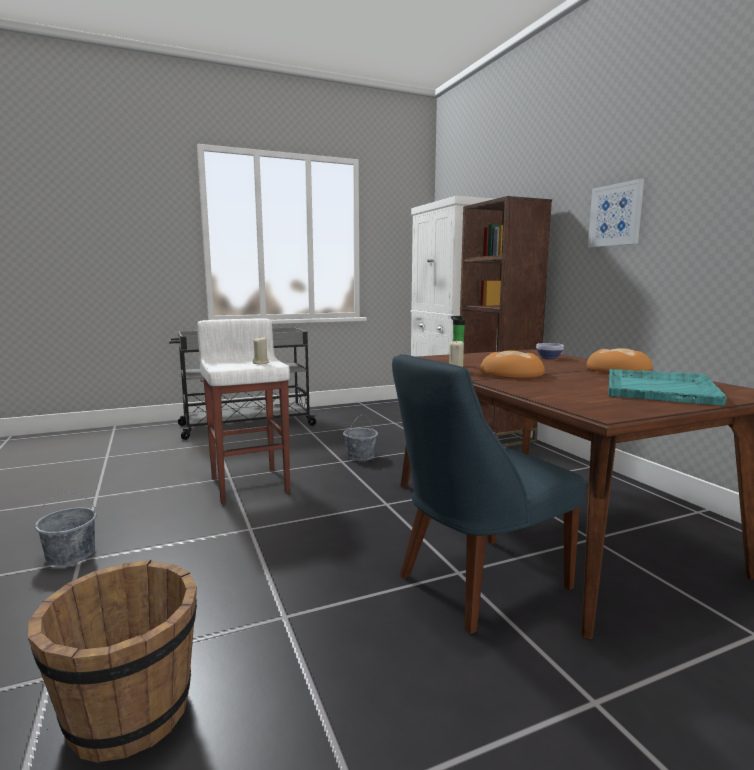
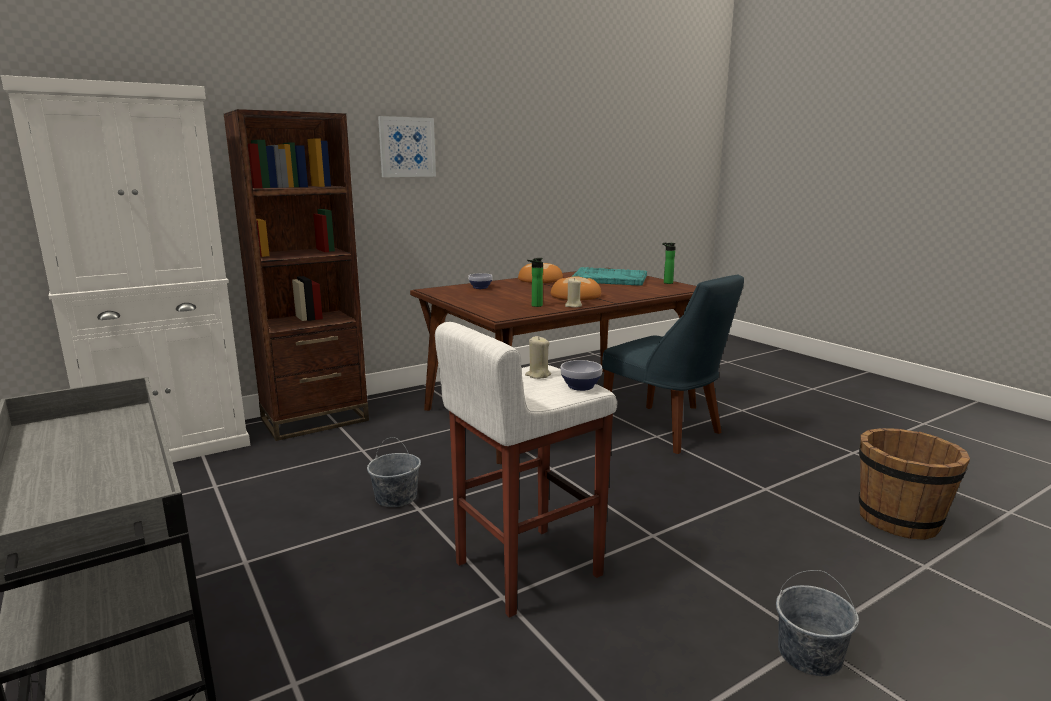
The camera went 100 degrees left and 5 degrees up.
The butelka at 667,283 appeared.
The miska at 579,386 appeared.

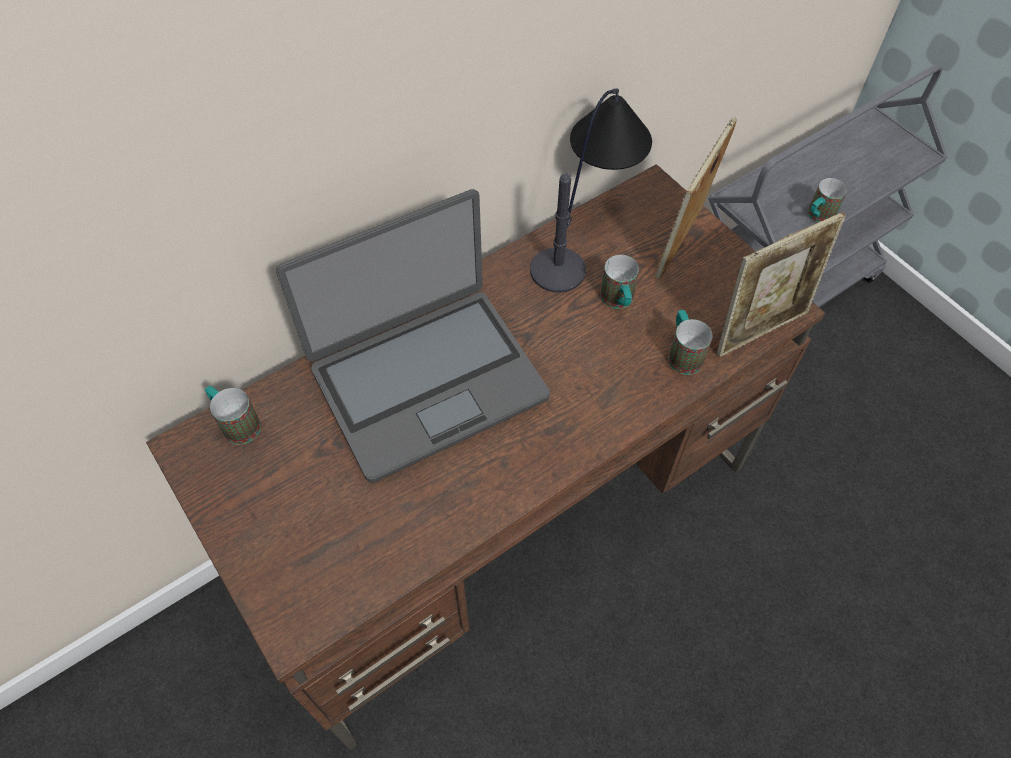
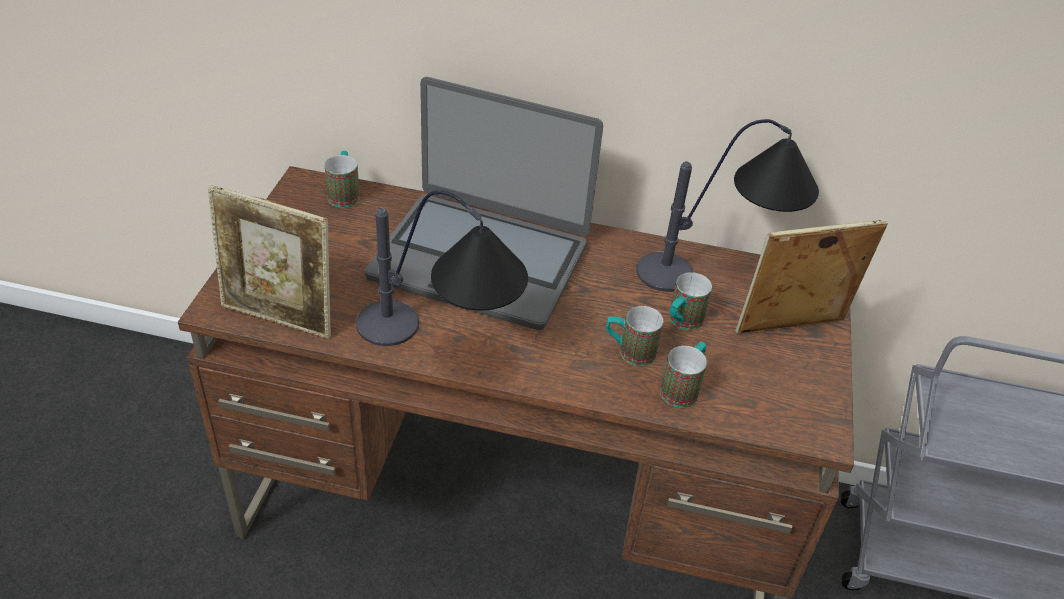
The camera went 45 degrees right and 15 degrees down.
The kubek moved from 817,217 to 629,351.
The ramka na zdjęcie moved from 760,329 to 280,318.
The lampa stołowa at 443,346 appeared.

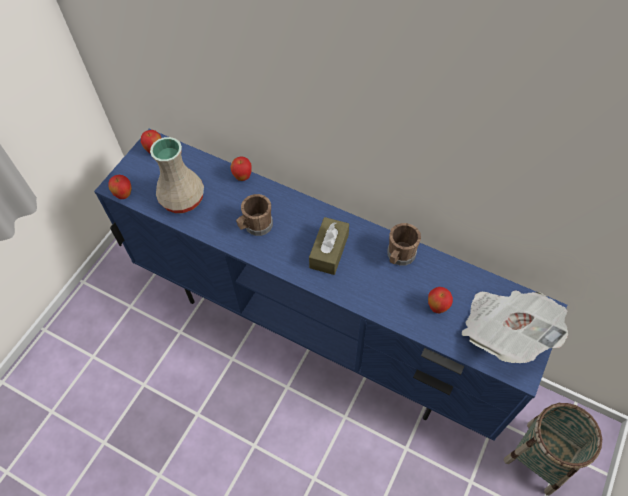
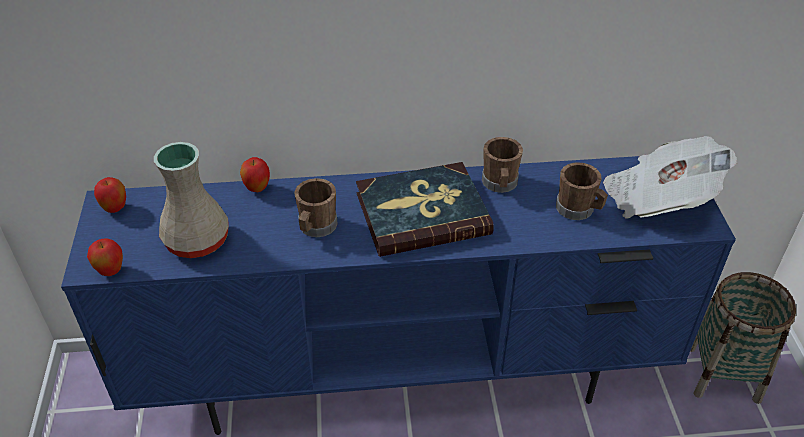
The camera went 35 degrees left and 15 degrees down.
The pudełko chusteczek [brązowy] at 329,251 was replaced by the książka at 422,213.
The jabłko at 437,307 was replaced by the kubek [brązowy] at 578,210.

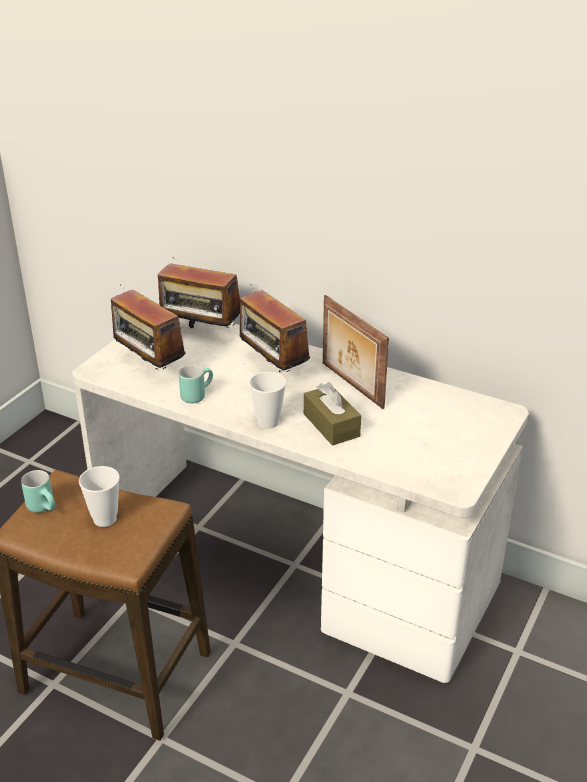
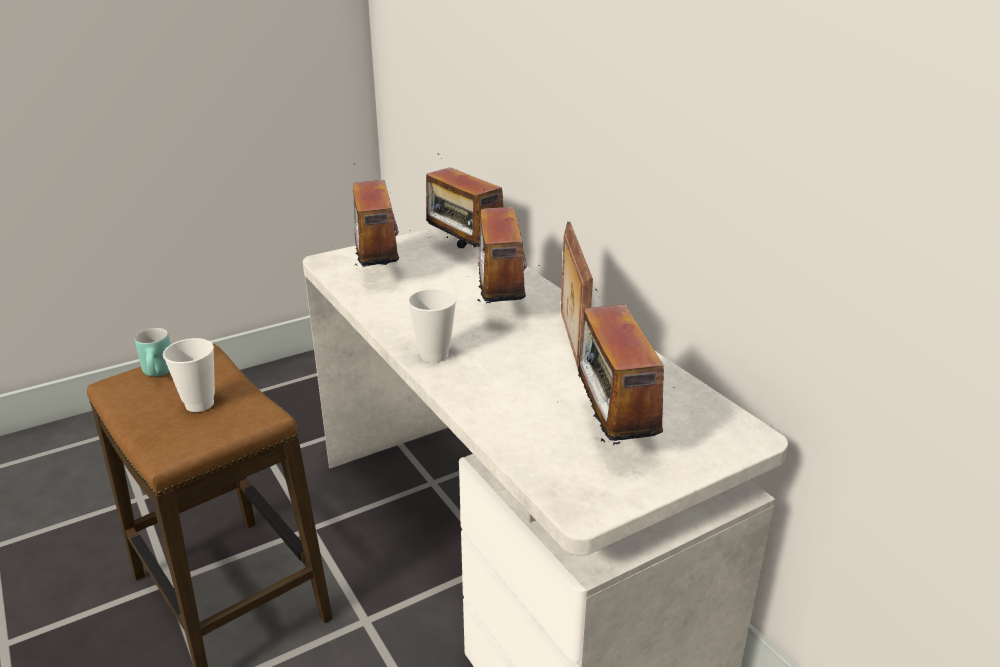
The camera went 30 degrees right and 5 degrees down.
The kubek [turkusowy] at 196,394 disappeared.
The pudełko chusteczek [brązowy] at 331,425 disappeared.
The radio at 612,434 appeared.

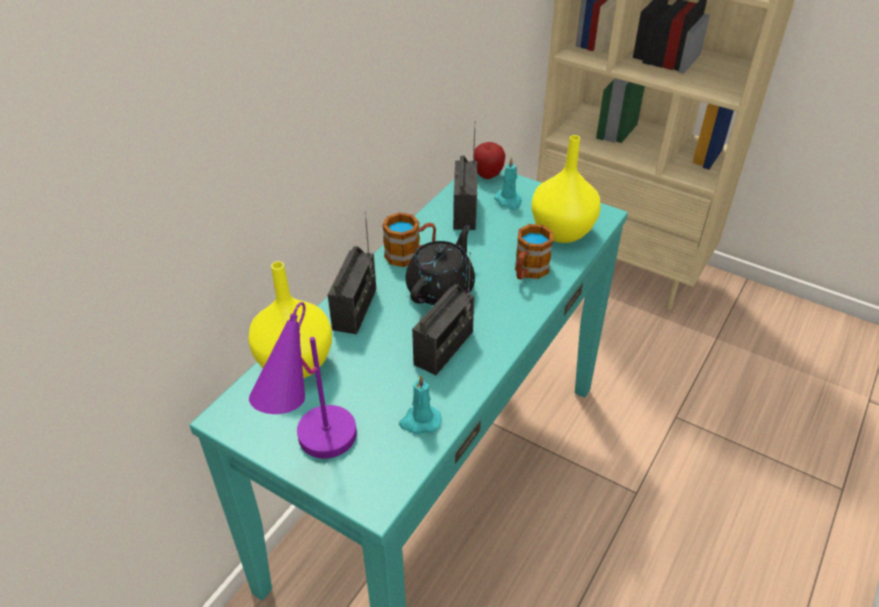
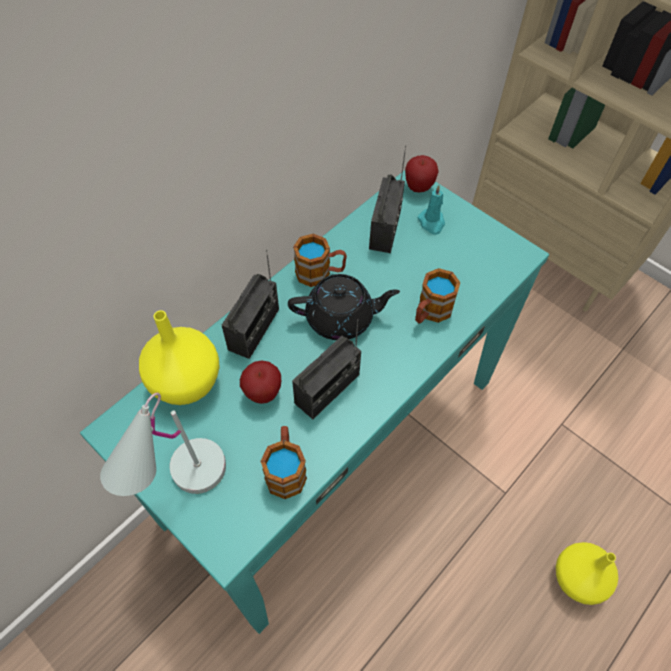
The camera went 10 degrees right and 15 degrees up.
The wazon [żółty] moved from 560,231 to 575,578.
The imbryk [czarny] at 441,288 turned 45 degrees clockwise.
The lampa stołowa [fioletowy] at 313,455 became the lampa stołowa [biały] at 181,487.
The świeca [turkusowy] at 420,421 was replaced by the kubek at 286,469.
The jabłko at 263,393 appeared.

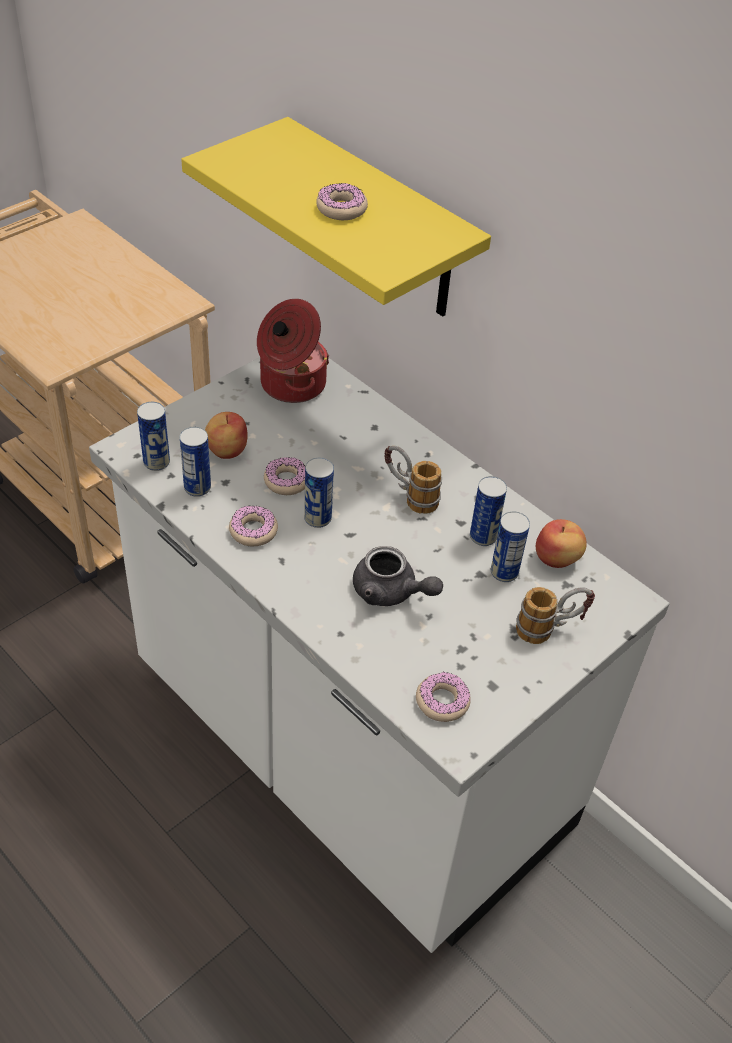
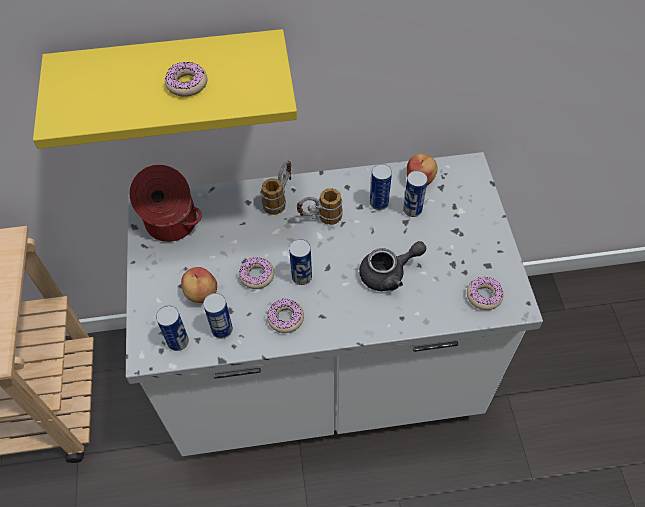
The camera went 50 degrees left and 10 degrees up.
The kubek moved from 550,629 to 279,198.

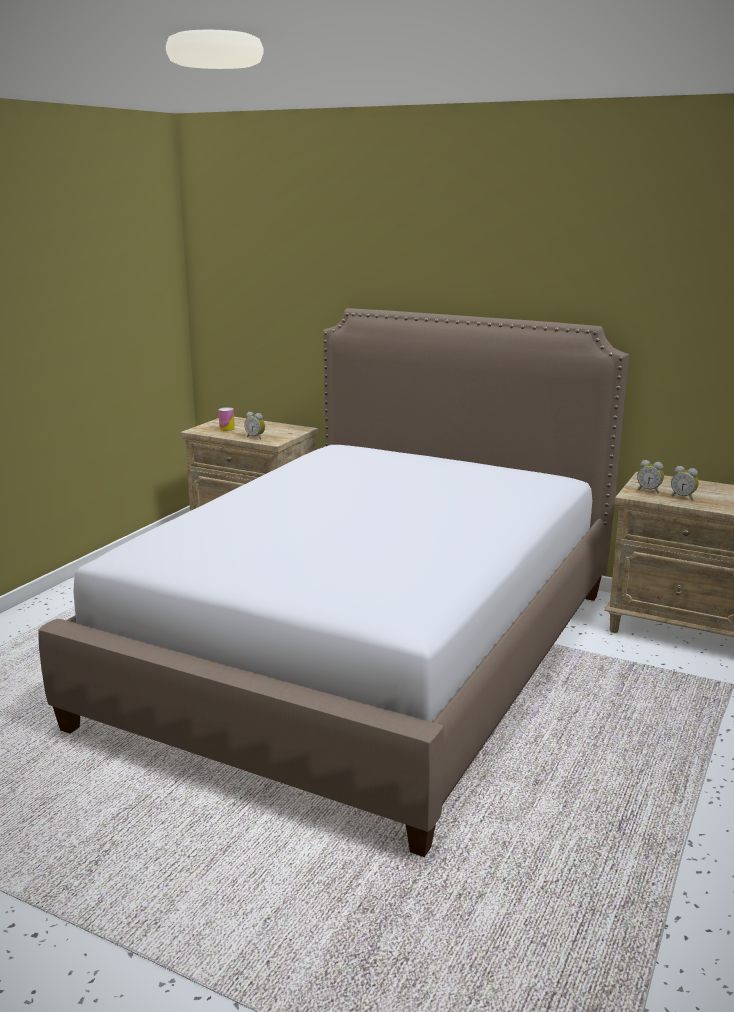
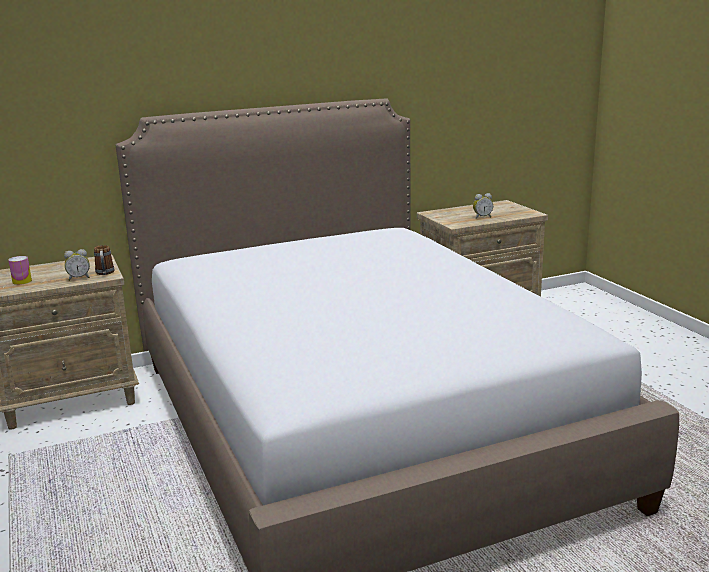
The camera went 50 degrees left and 0 degrees up.
The budzik at 649,490 disappeared.
The kubek at 105,273 appeared.

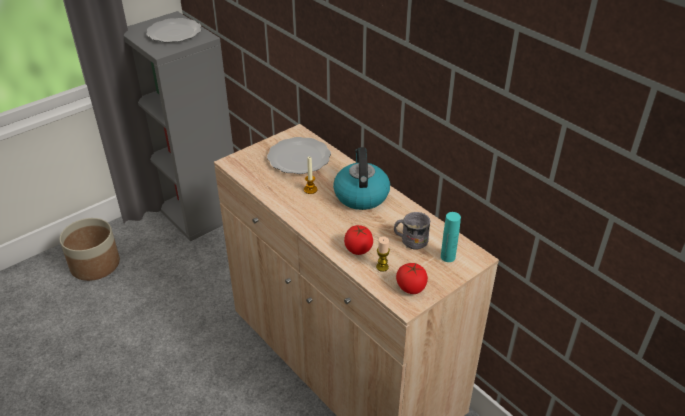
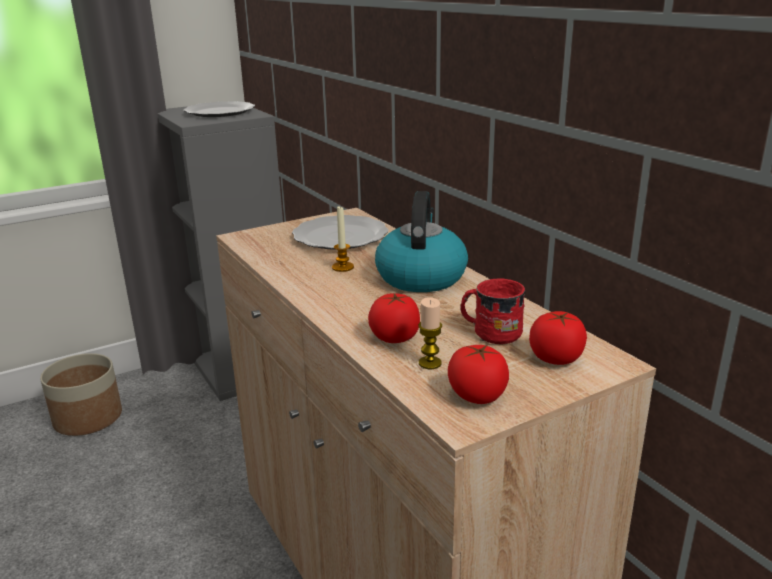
The camera went 10 degrees right and 15 degrees down.
The kubek [szary] at 410,240 became the kubek [czerwony] at 490,333.
The butelka [turkusowy] at 448,257 was replaced by the pomidor at 556,358.

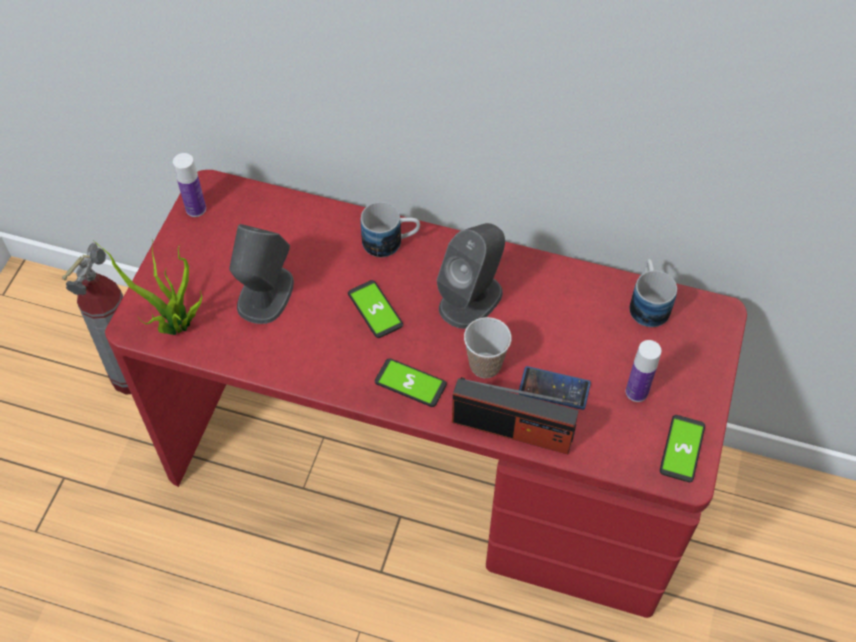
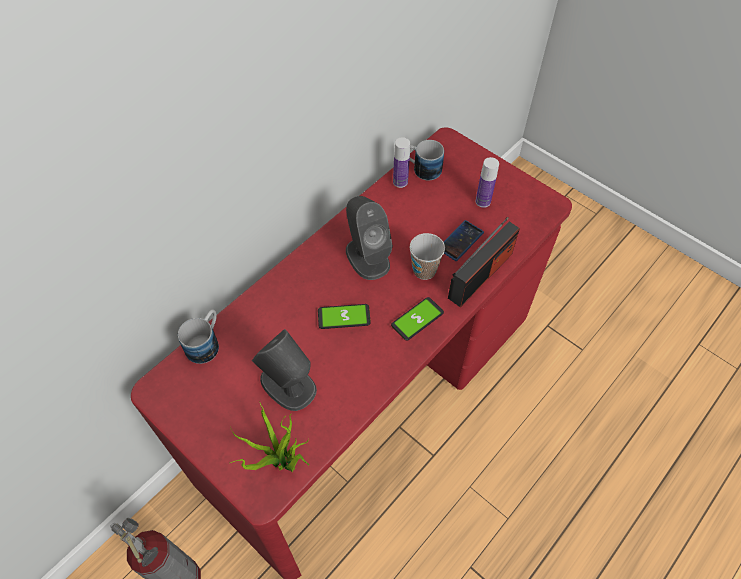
The camera went 65 degrees left and 0 degrees up.
The butelka moved from 196,209 to 400,182.
The kubek moved from 391,242 to 206,343.
The telefon at 682,449 disappeared.

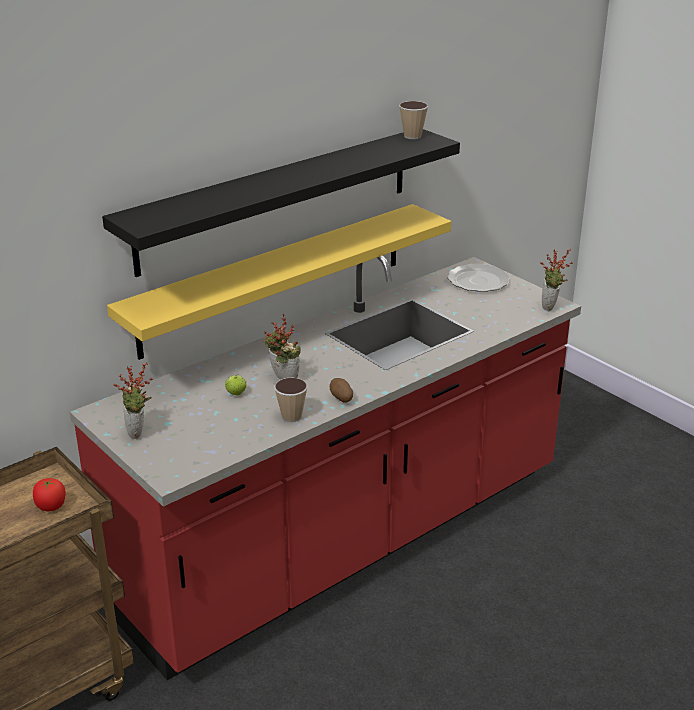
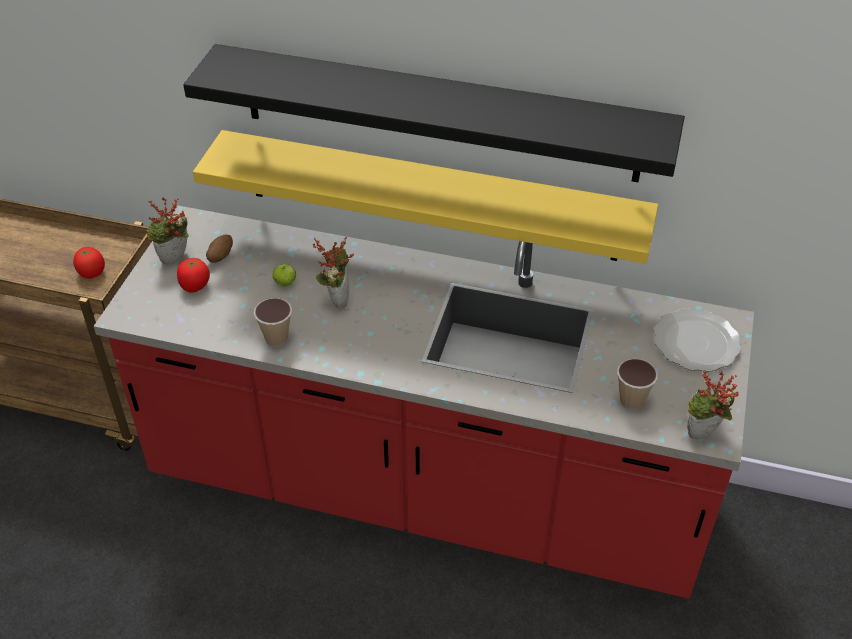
The camera went 55 degrees right and 15 degrees up.
The filiżanka moved from 412,136 to 631,401.
The ziemniak moved from 341,399 to 220,256.
The pomidor at 195,286 appeared.

